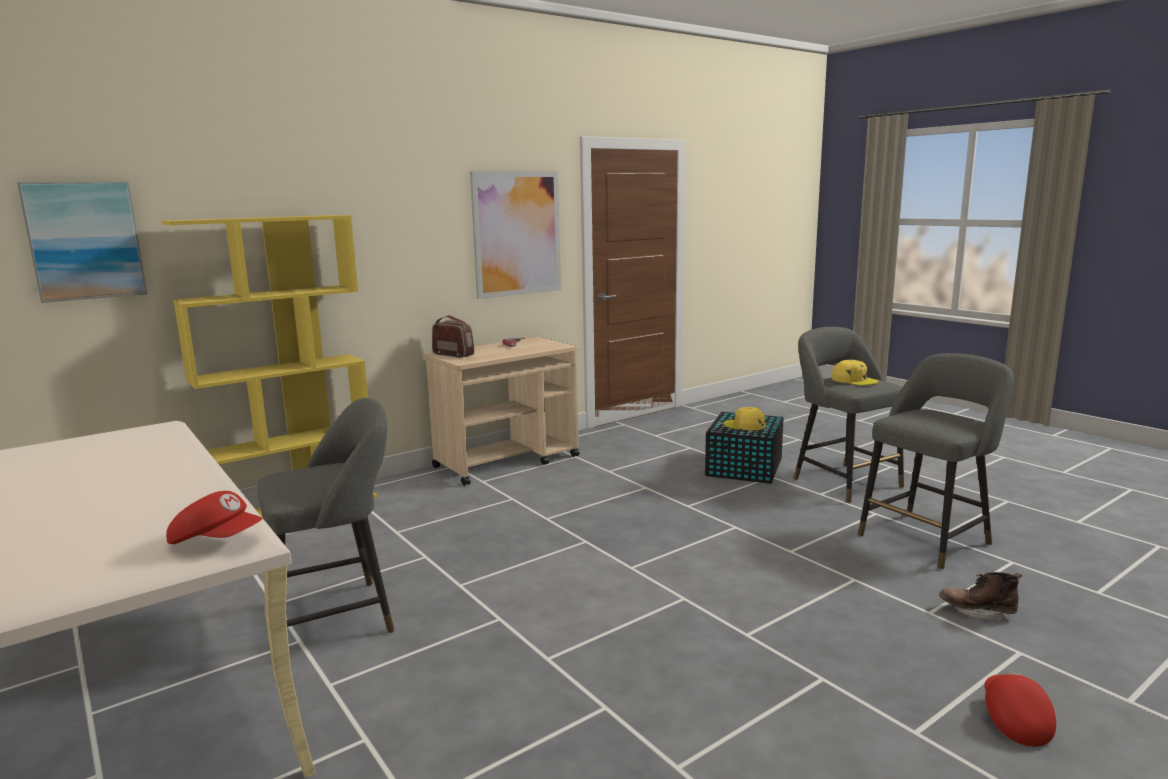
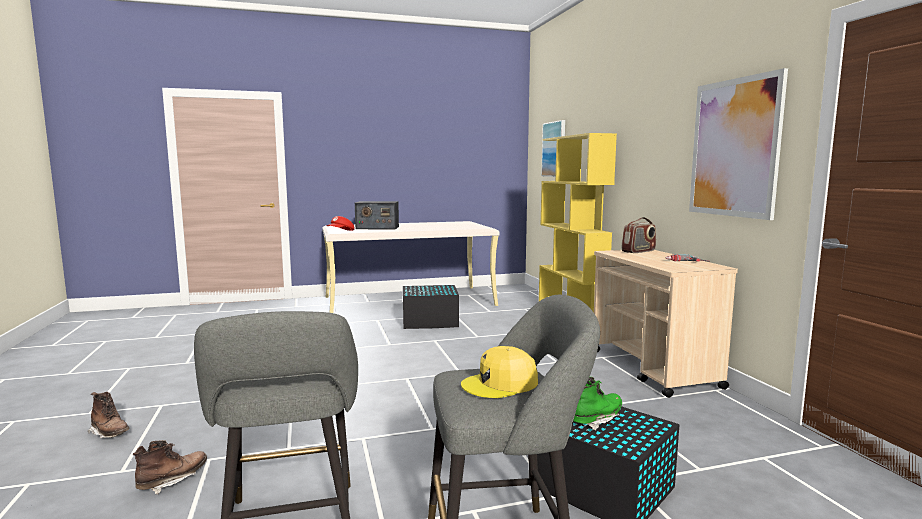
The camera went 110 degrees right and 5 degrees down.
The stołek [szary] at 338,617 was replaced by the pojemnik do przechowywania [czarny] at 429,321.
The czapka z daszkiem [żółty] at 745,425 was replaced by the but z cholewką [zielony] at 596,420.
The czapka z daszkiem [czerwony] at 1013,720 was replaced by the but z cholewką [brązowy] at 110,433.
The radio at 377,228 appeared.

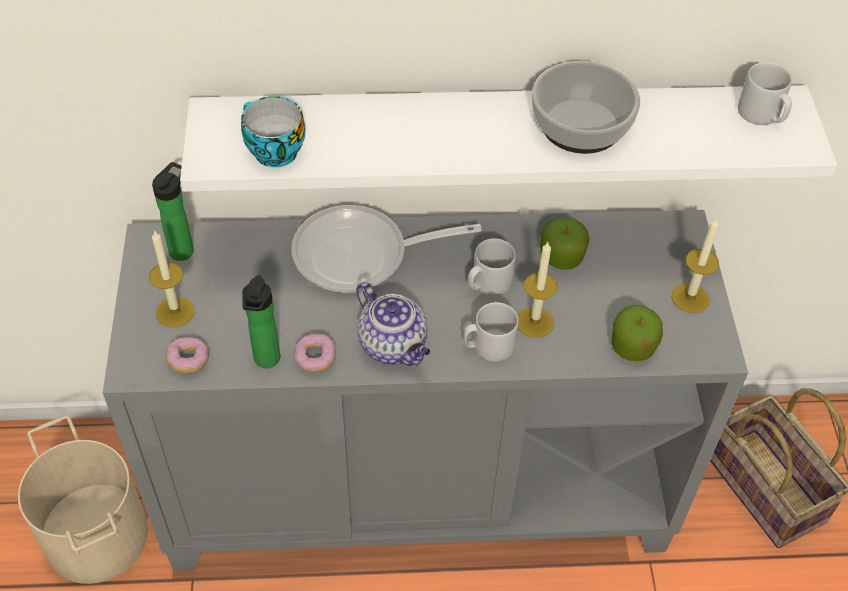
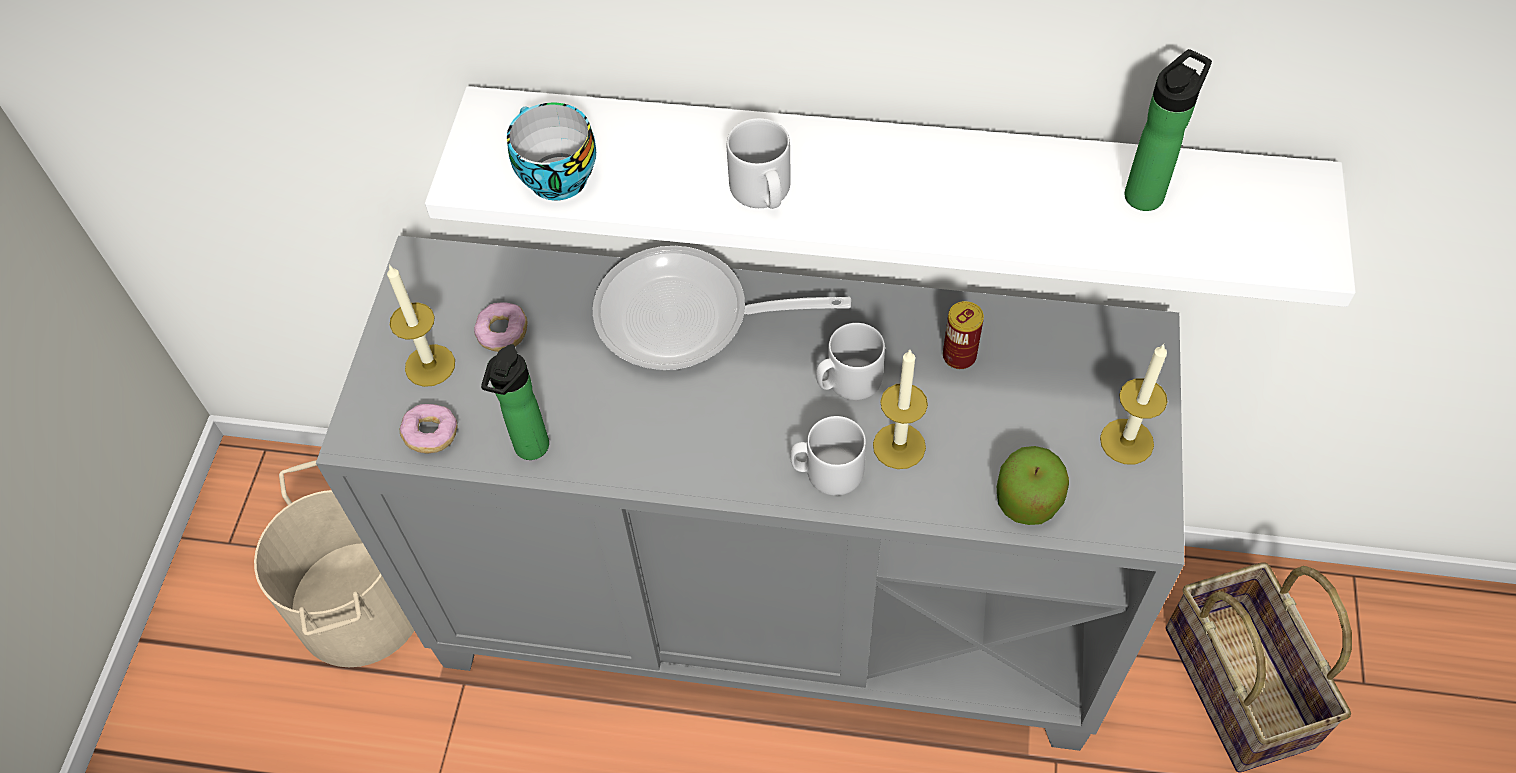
The camera went 15 degrees right and 5 degrees up.
The miska at 580,126 disappeared.
The kubek [szary] moved from 762,115 to 762,192.
The butelka moved from 184,249 to 1147,192.
The jabłko at 561,256 was replaced by the puszka at 959,356.
The imbryk at 394,346 disappeared.
The donut moved from 315,358 to 503,334.

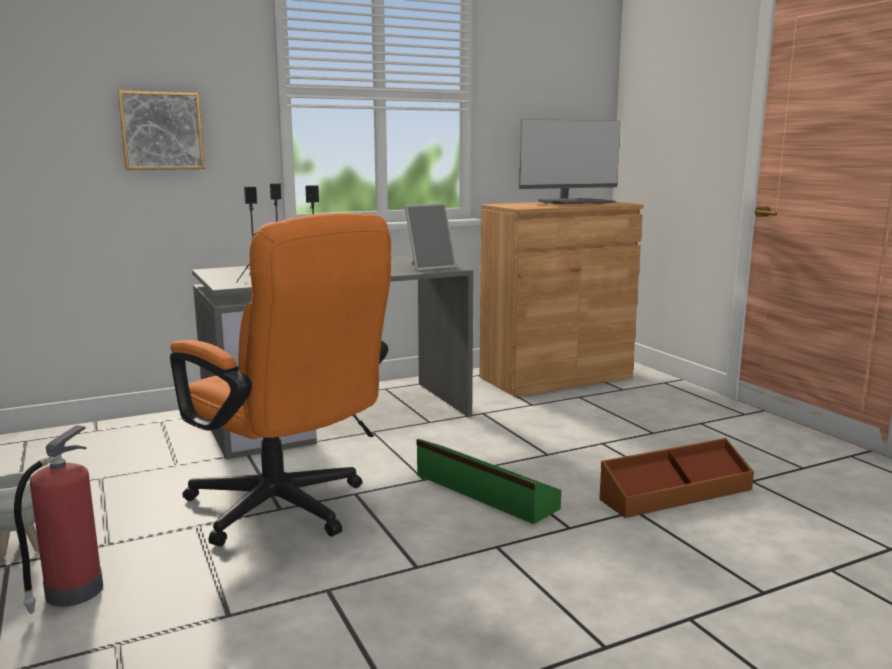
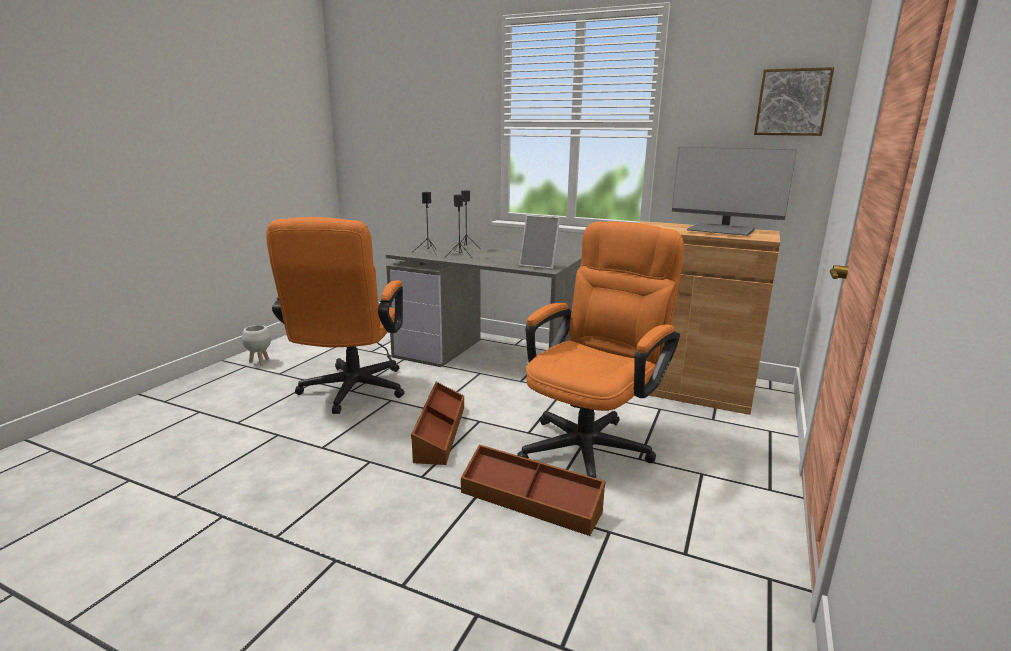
The camera went 50 degrees right and 5 degrees up.
The obraz moved from 161,131 to 792,102.
The gaśnica at 71,593 disappeared.
The pojemnik do przechowywania [zielony] at 483,492 became the pojemnik do przechowywania [brązowy] at 439,432.
The krzesło biurowe [pomarańczowy] at 592,444 appeared.

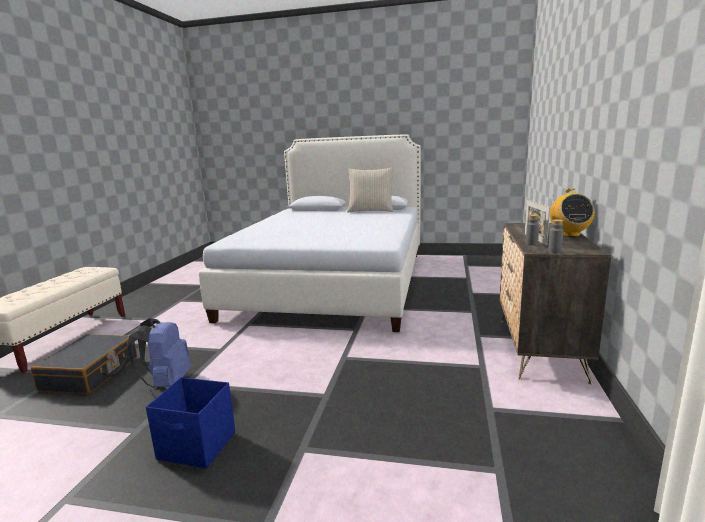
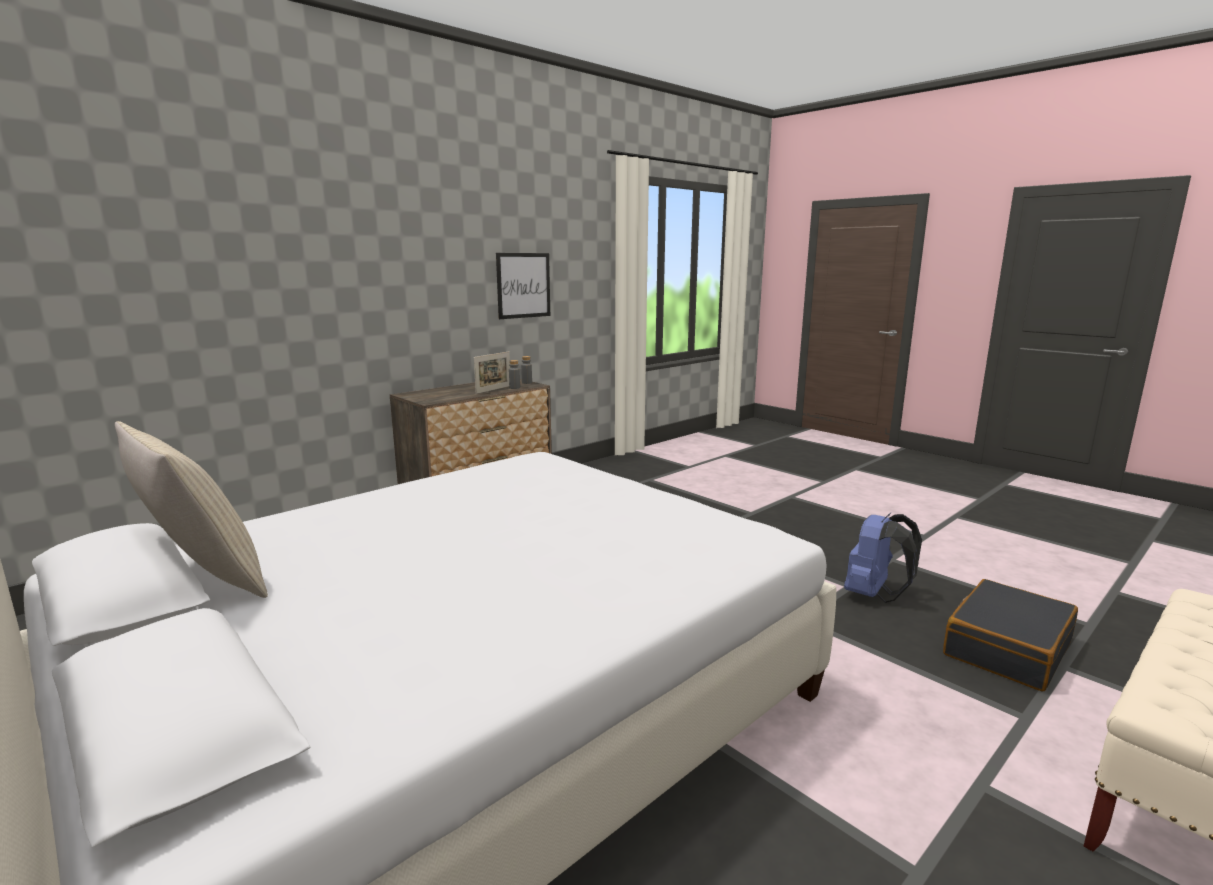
The camera went 145 degrees left and 0 degrees up.
The radio at 569,234 disappeared.
The pojemnik do przechowywania [niebieski] at 198,446 disappeared.
The obraz at 523,285 appeared.

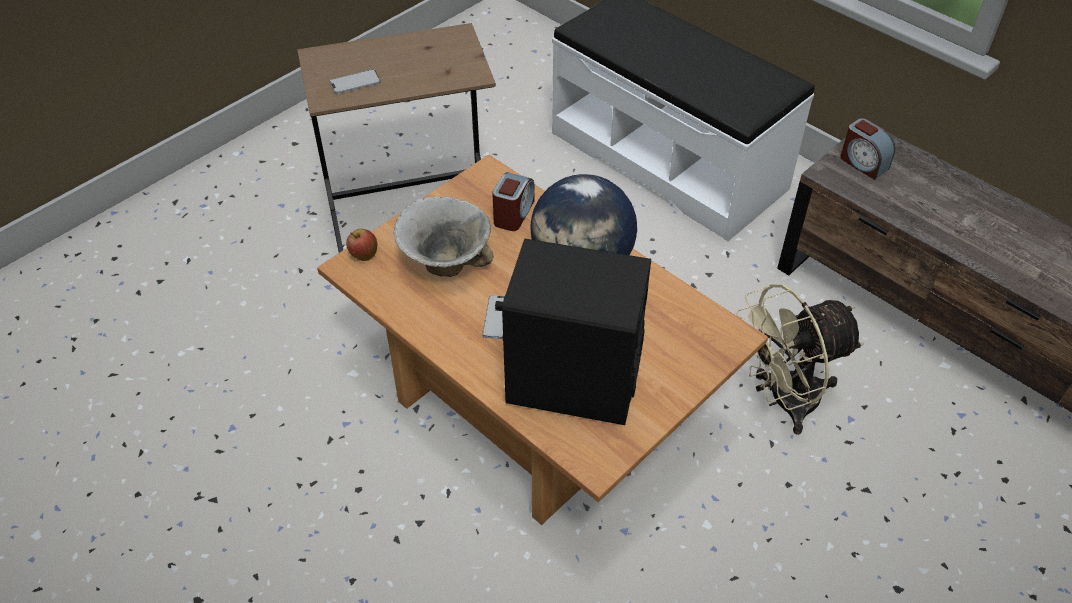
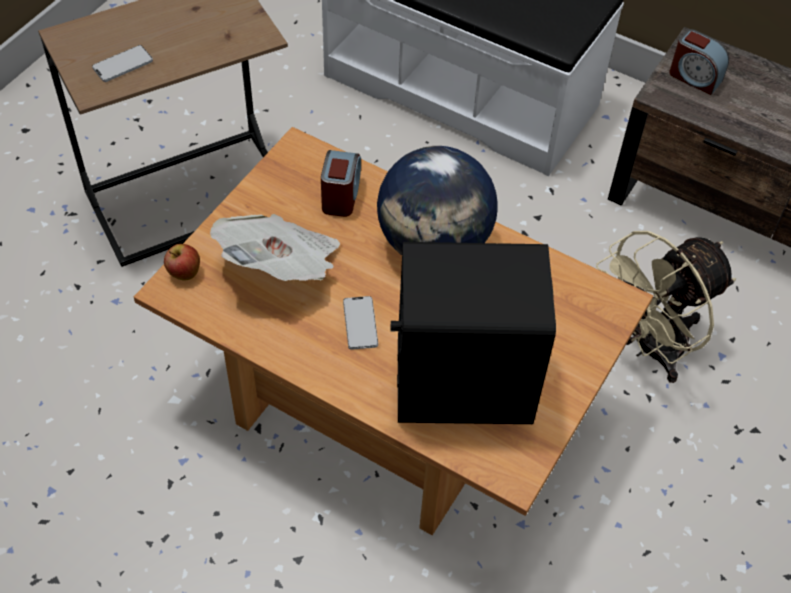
The camera went 15 degrees left and 5 degrees up.
The miska at 446,262 was replaced by the gazeta at 281,266.

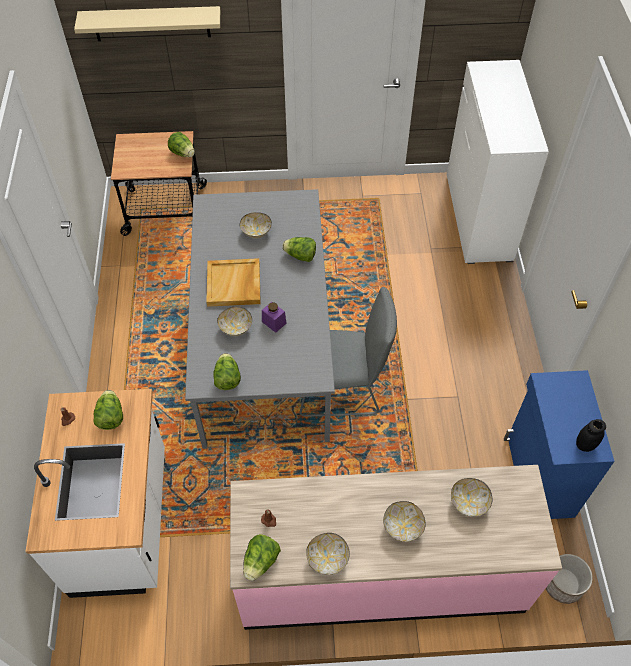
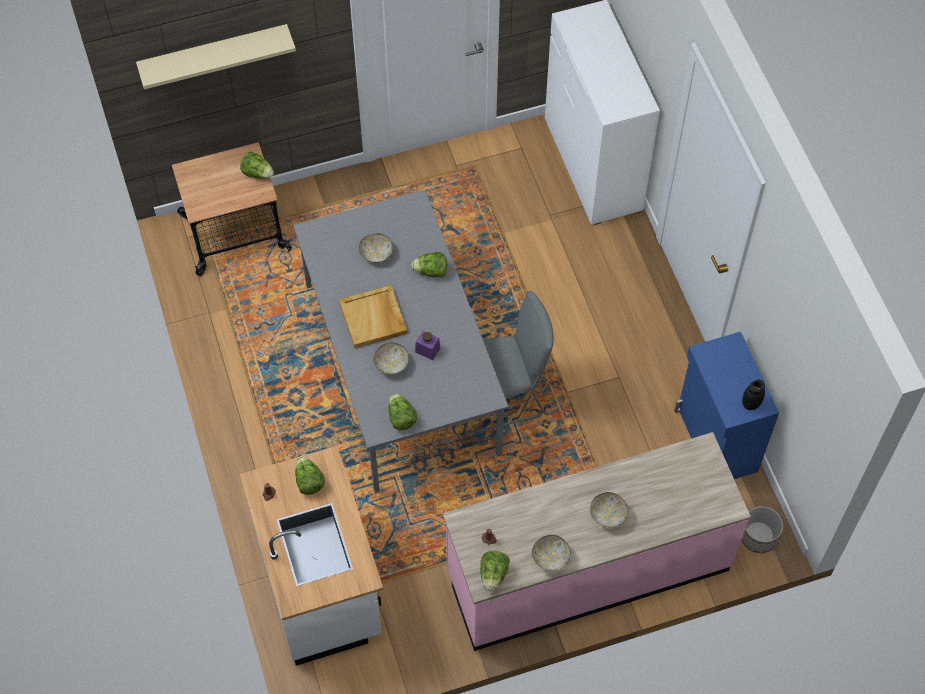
The camera went 15 degrees left and 5 degrees up.
The miska at 469,503 disappeared.

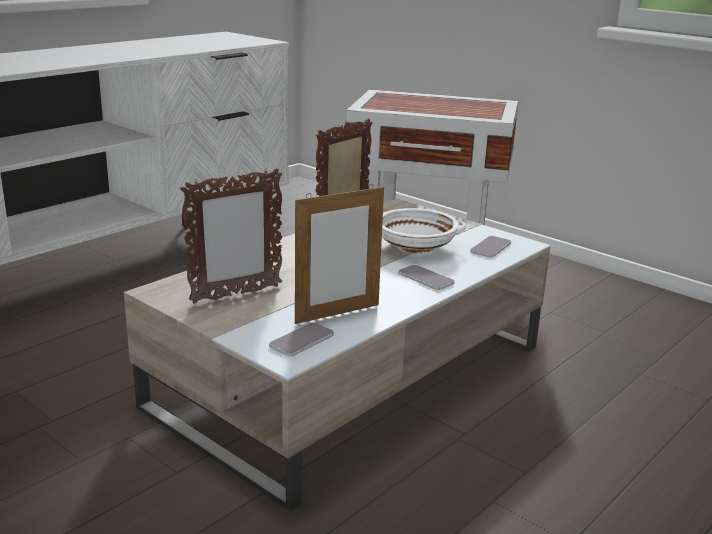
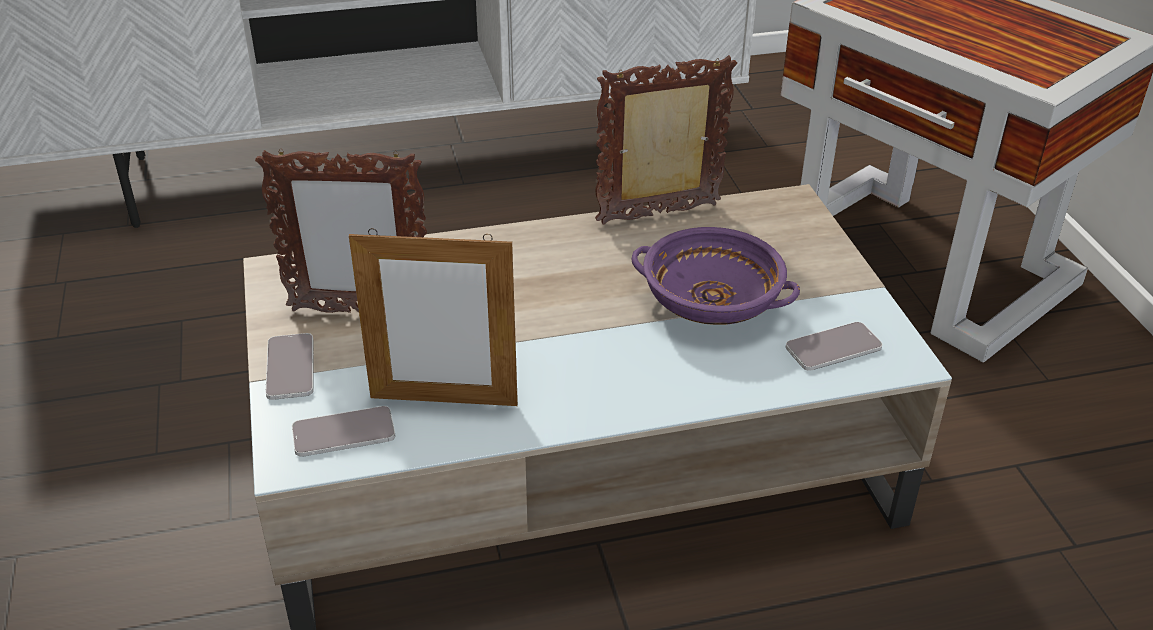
The camera went 35 degrees right and 15 degrees up.
The miska [biały] at 415,246 became the miska [fioletowy] at 710,303.
The telefon moved from 425,278 to 290,367.

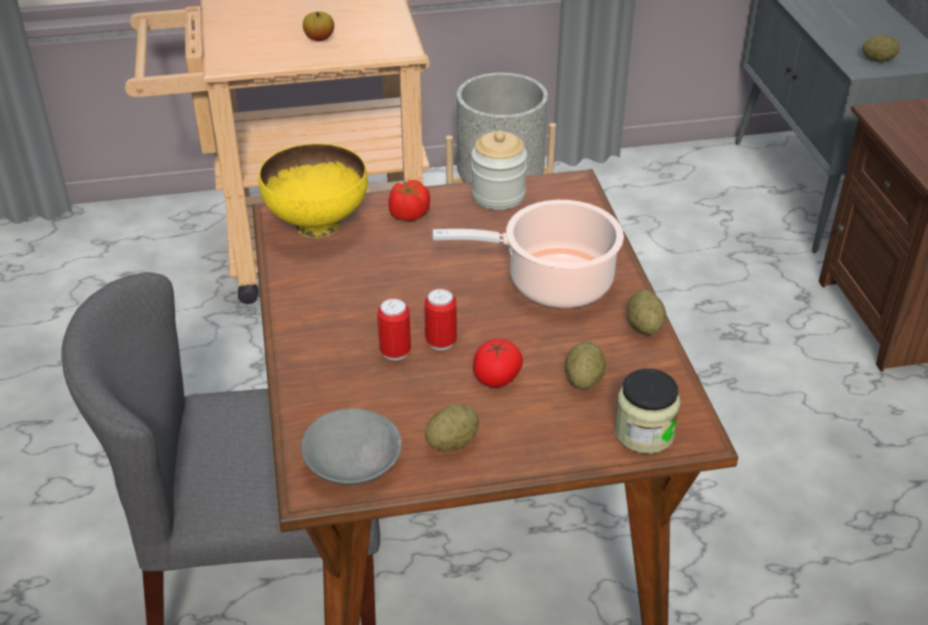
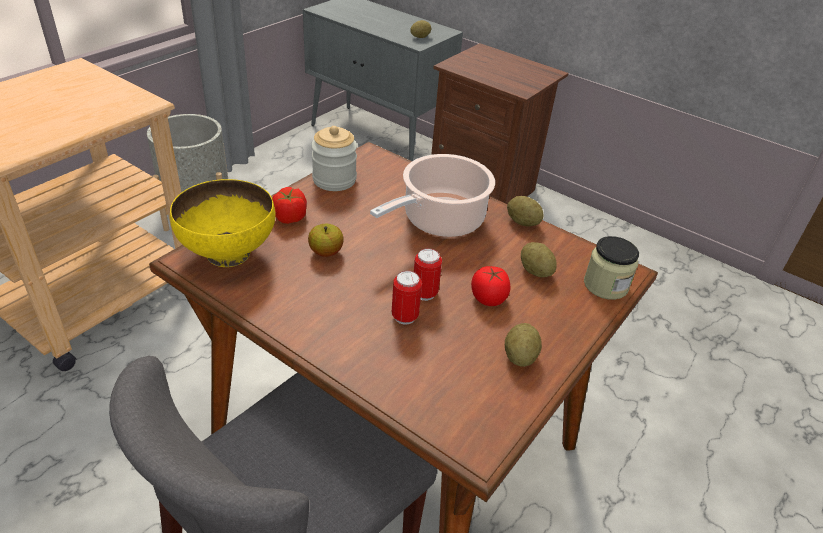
The camera went 45 degrees left and 0 degrees up.
The jabłko moved from 319,39 to 326,252.
The miska [szary] at 354,462 disappeared.

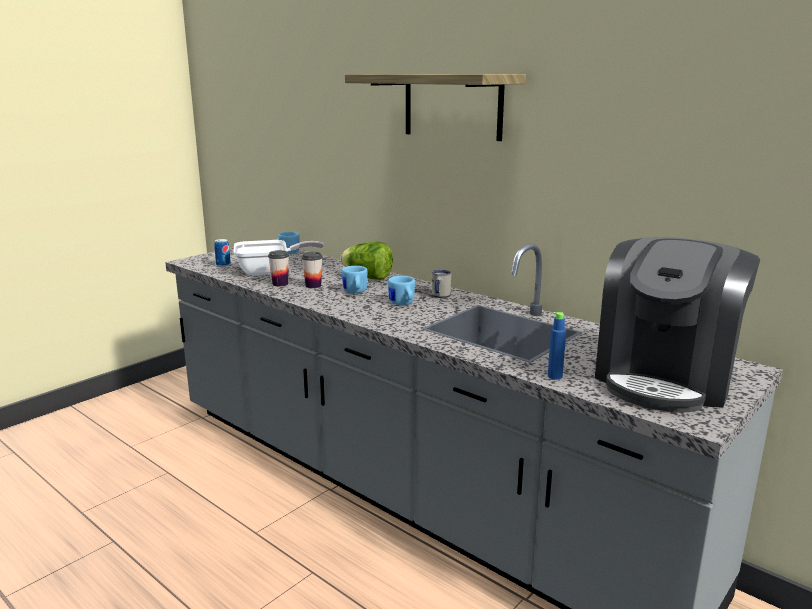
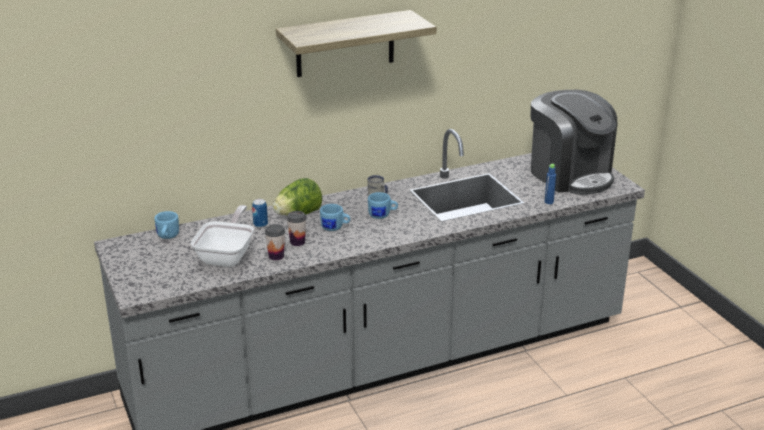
The camera went 65 degrees left and 10 degrees up.
The puszka moved from 223,265 to 260,224.

